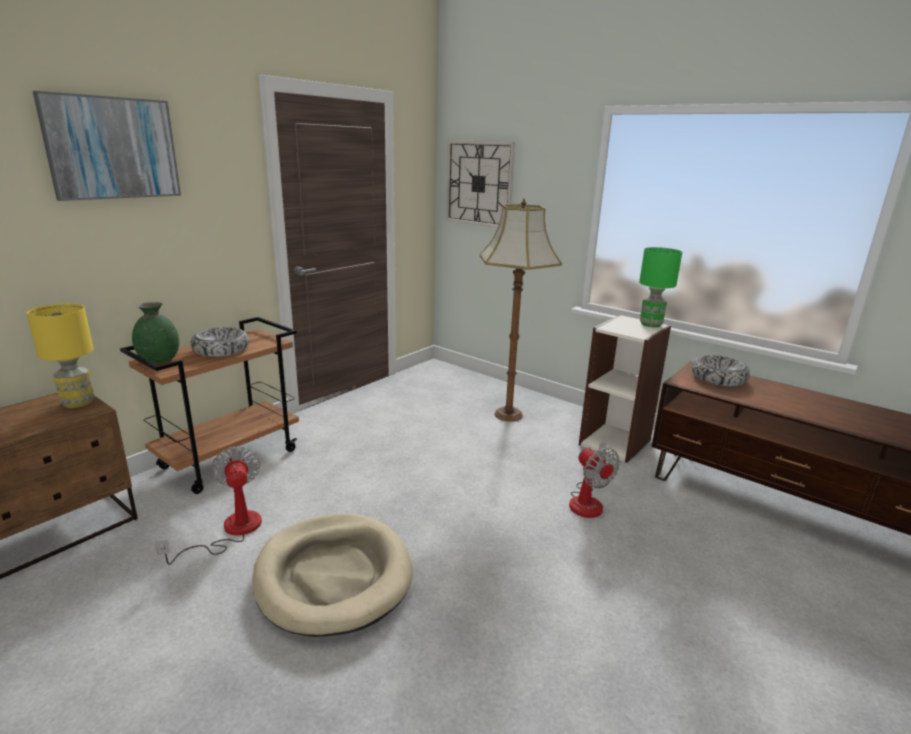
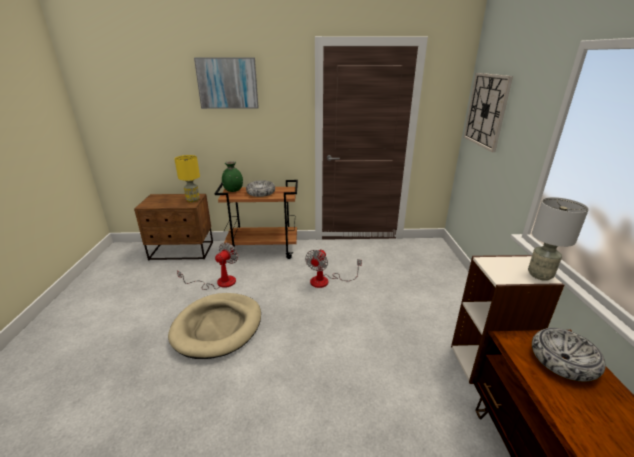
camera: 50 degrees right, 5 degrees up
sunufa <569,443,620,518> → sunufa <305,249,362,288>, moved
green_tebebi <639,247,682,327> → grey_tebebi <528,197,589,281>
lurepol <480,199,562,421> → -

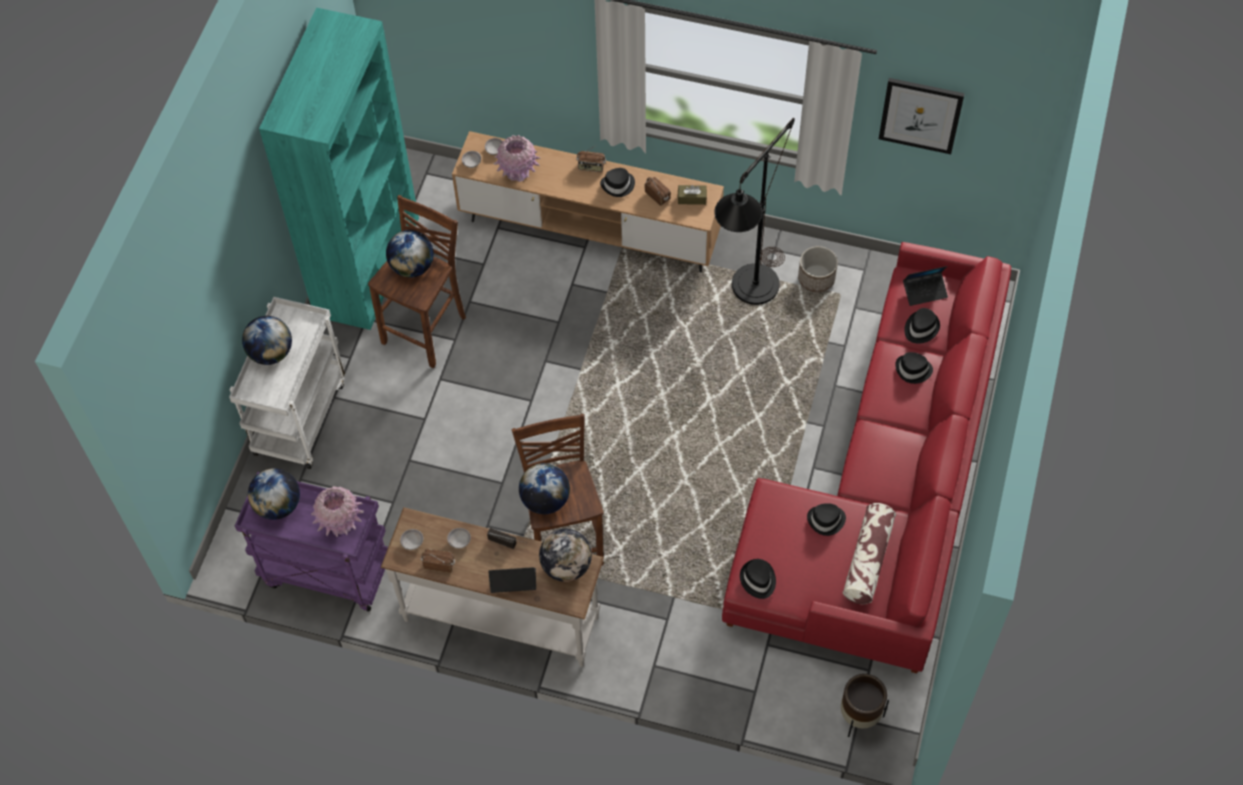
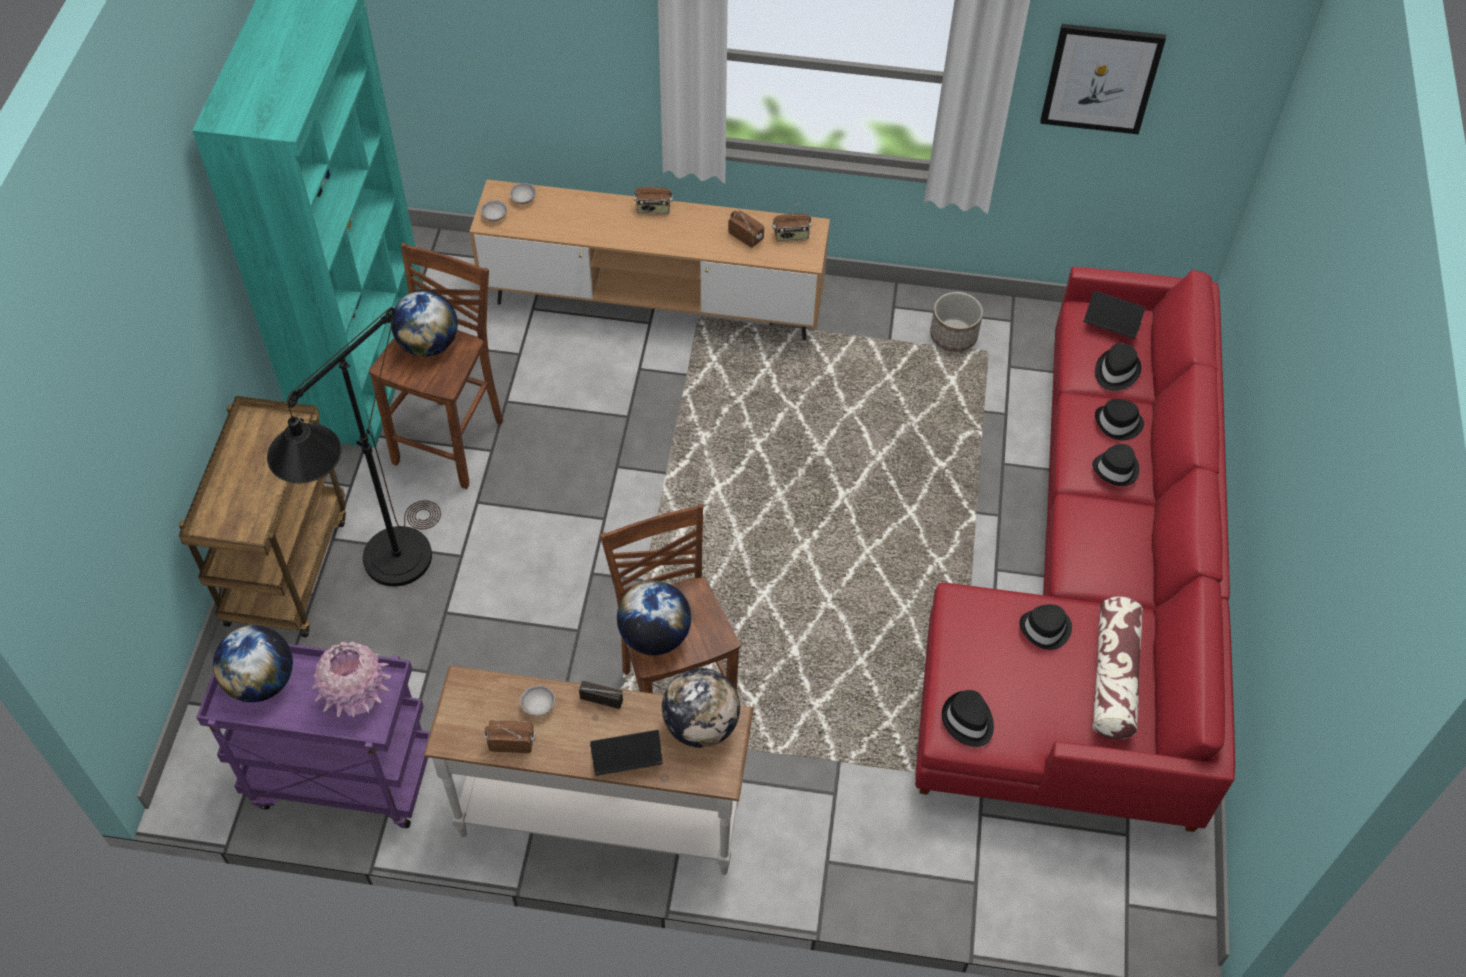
camera: 10 degrees left, 5 degrees down
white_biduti <229,297,345,469> → brown_biduti <179,396,346,637>
black_lurepol <714,118,795,305> → black_lurepol <267,307,441,586>, moved
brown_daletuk <678,185,707,205> → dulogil <772,203,812,242>
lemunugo <903,266,948,306> → lemunugo <1084,291,1145,339>, 135 degrees counterclockwise
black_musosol <600,168,635,197> → black_musosol <1092,444,1139,486>, moved
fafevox <242,316,292,365> → -
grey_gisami <400,529,423,550> → -
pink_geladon <493,135,540,182> → -
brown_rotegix <841,674,889,737> → -

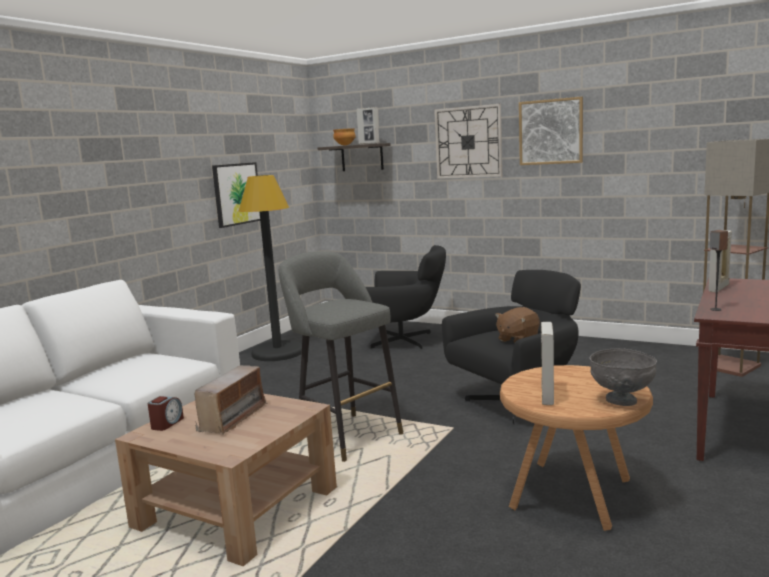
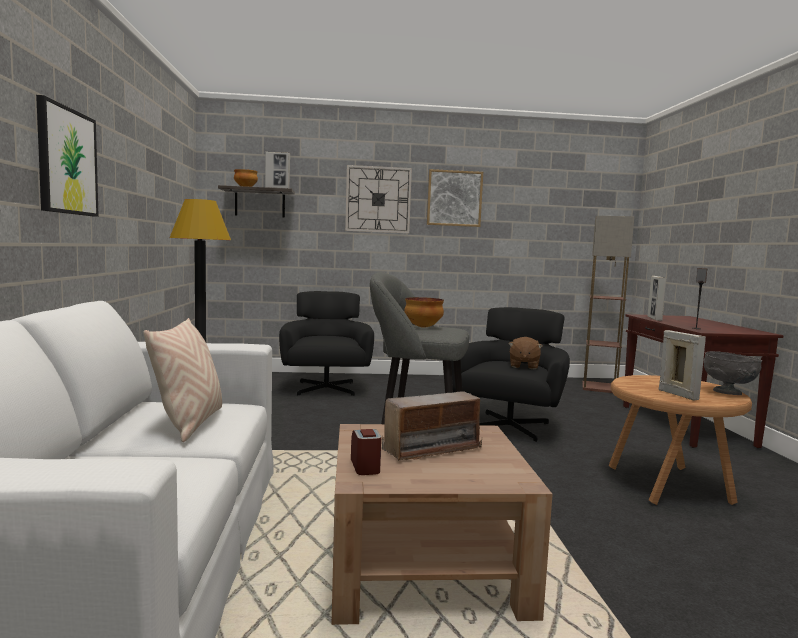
camera: 35 degrees left, 5 degrees down
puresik <212,162,260,228> → puresik <36,95,99,217>, moved
- → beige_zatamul <143,318,222,442>
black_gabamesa <366,245,446,349> → black_gabamesa <279,291,374,396>, 75 degrees counterclockwise
dulogil <195,365,267,434> → dulogil <381,391,482,461>, 75 degrees clockwise
- → gisami <404,297,444,328>

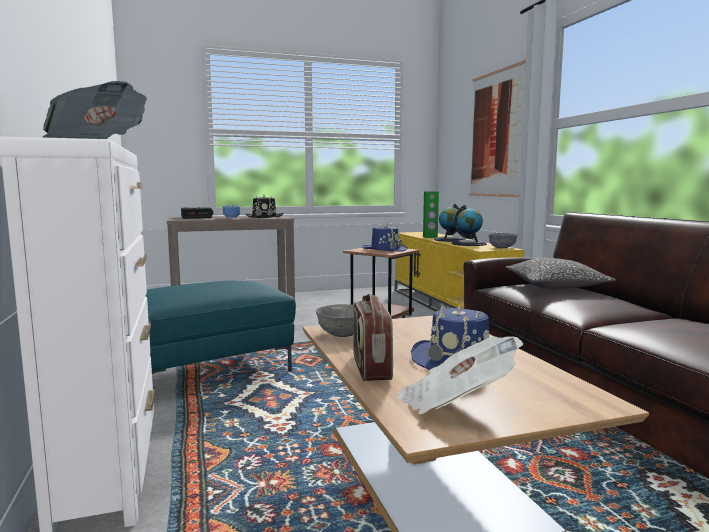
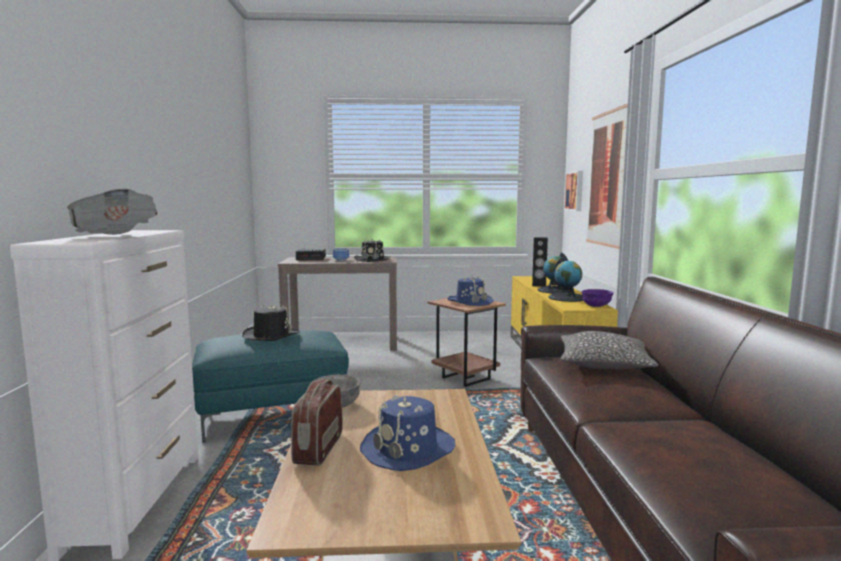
camera: 15 degrees right, 0 degrees up
- → black_musosol <242,302,300,341>
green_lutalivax <423,191,439,238> → black_lutalivax <532,237,548,287>
- → puresik <564,171,583,211>
grey_gisami <488,233,518,248> → purple_gisami <582,289,614,307>
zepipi <397,336,523,414> → -

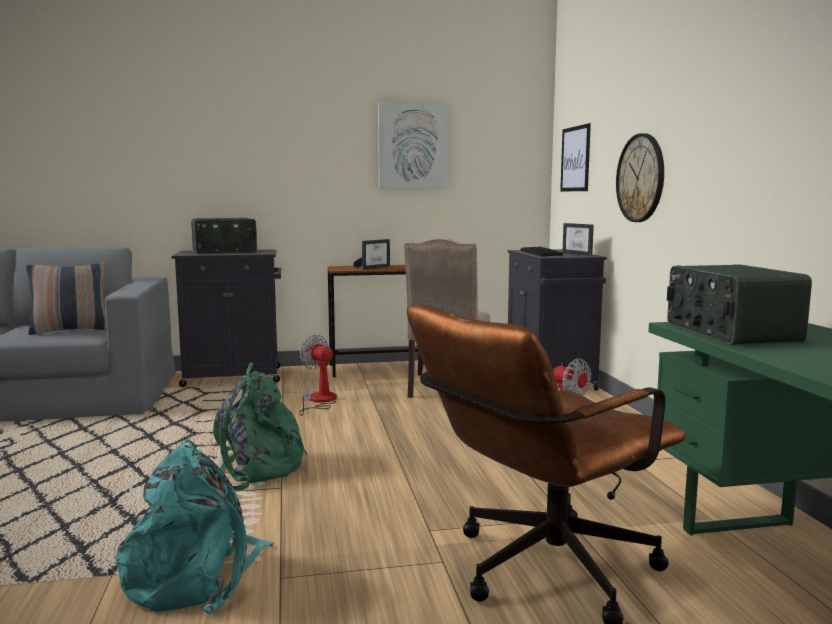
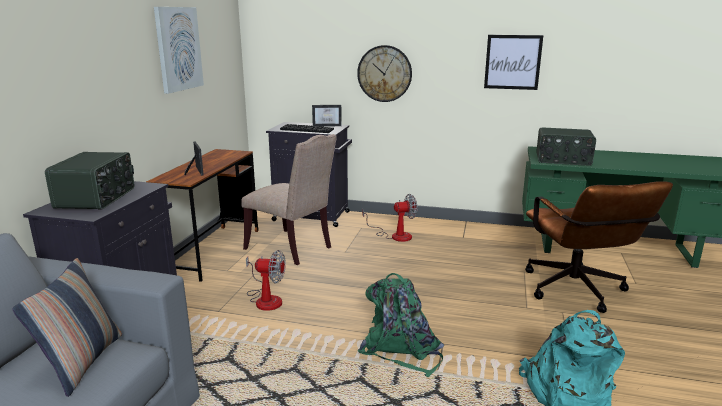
camera: 65 degrees left, 10 degrees up
sunufa <299,334,337,416> → sunufa <246,250,286,311>, 150 degrees counterclockwise
puresik <560,123,591,192> → puresik <484,35,543,90>, moved

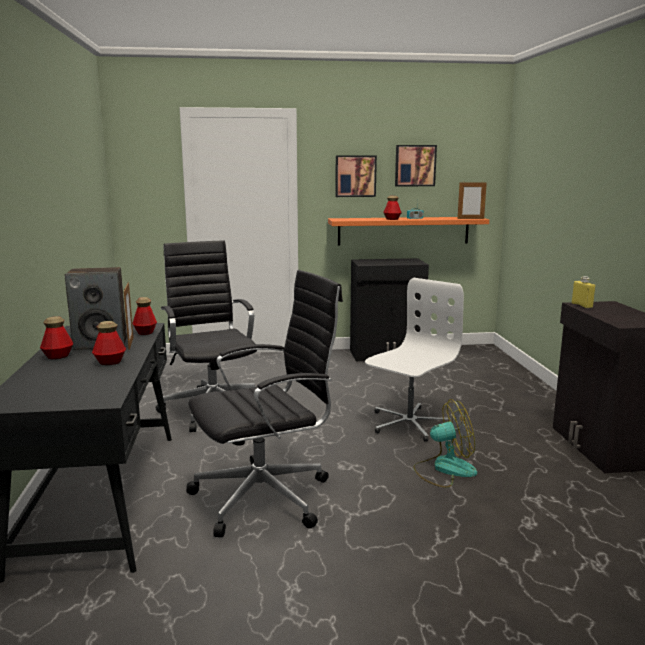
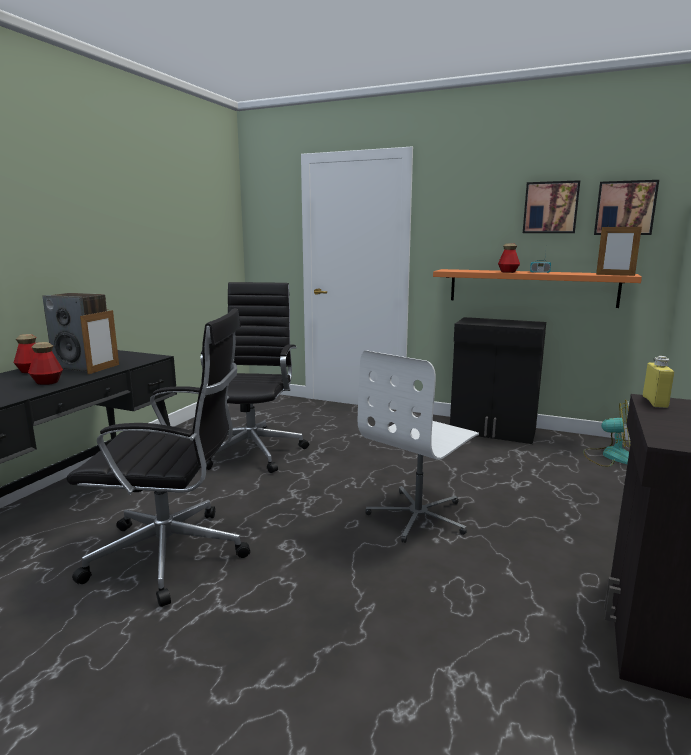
camera: 30 degrees right, 0 degrees up
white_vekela <365,278,464,441> → white_vekela <358,350,479,543>, 150 degrees clockwise
sunufa <413,399,477,488> → sunufa <583,400,630,467>, moved
puresik <335,155,377,197> → puresik <594,180,659,235>, moved
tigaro <132,297,157,335> → -

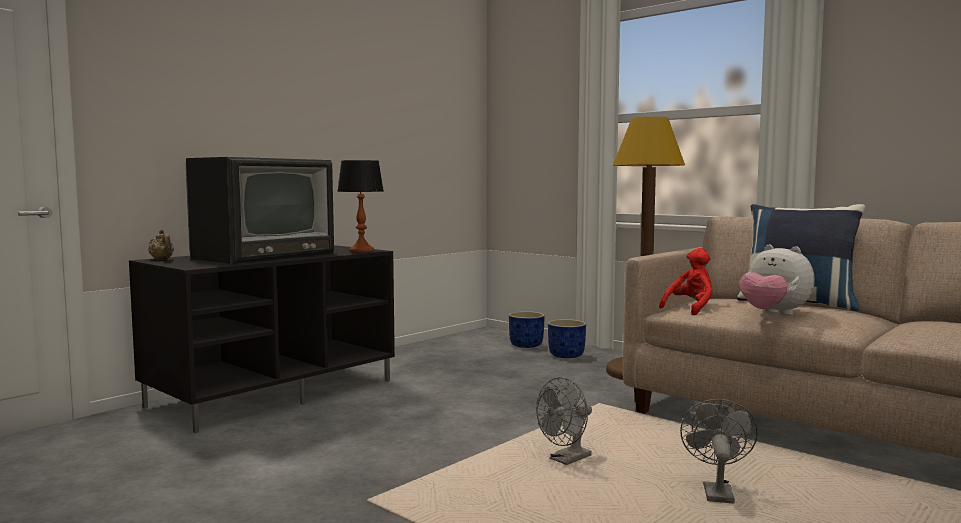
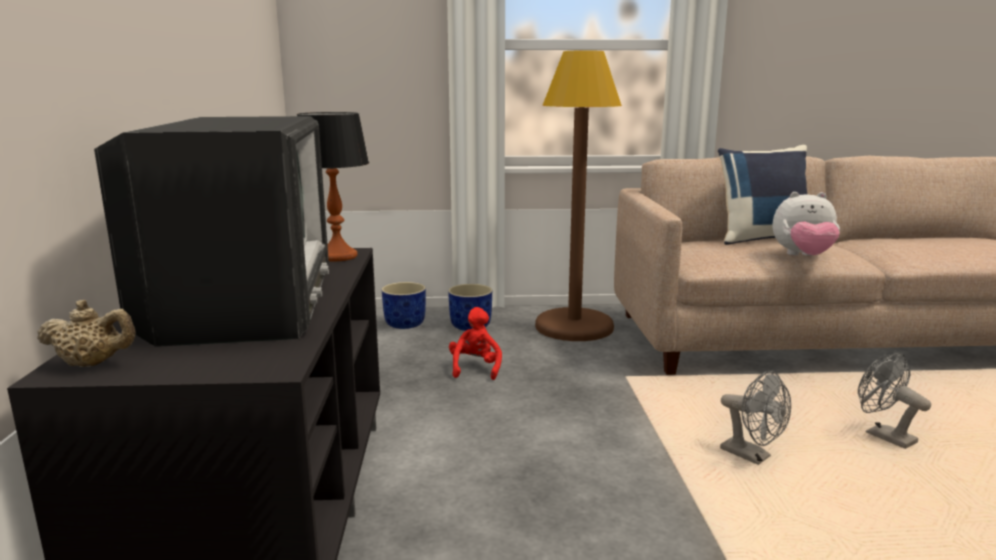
camera: 45 degrees left, 10 degrees up
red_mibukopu <659,248,713,315> → red_mibukopu <449,307,502,380>, moved
grey_sunufa <536,377,592,465> → grey_sunufa <720,371,791,465>, 45 degrees counterclockwise

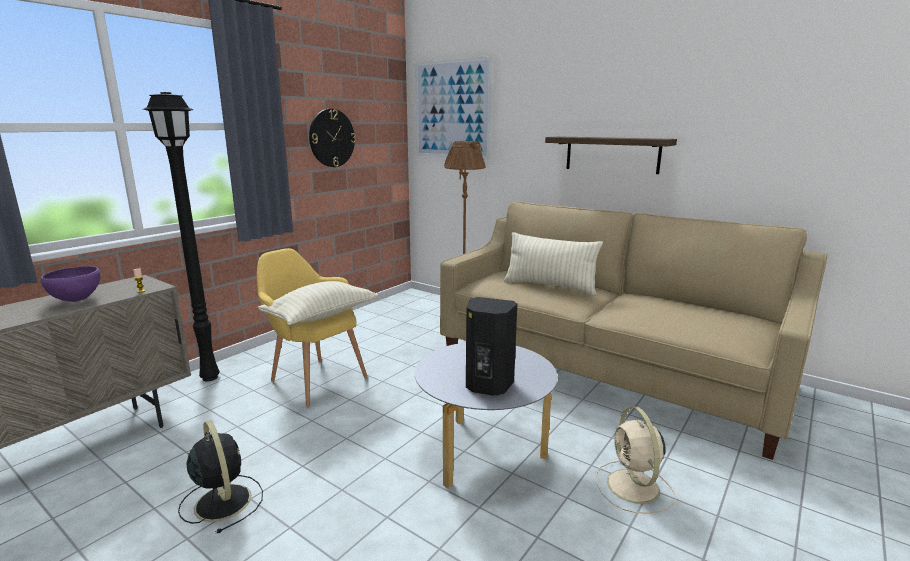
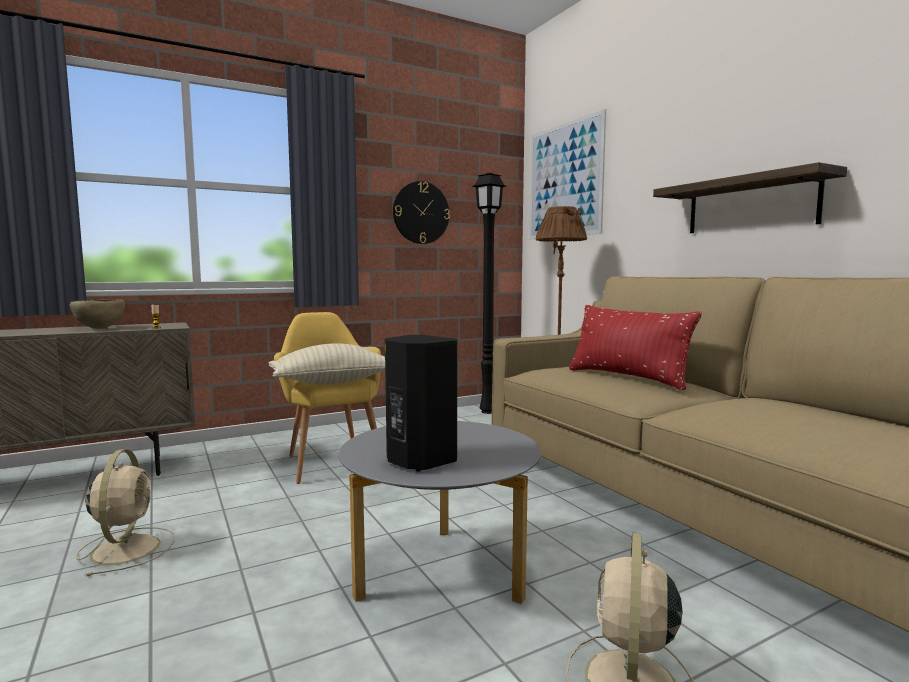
camera: 25 degrees right, 10 degrees down
purple_gisami <40,266,101,302> → brown_gisami <70,299,125,329>
black_sunufa <178,420,263,533> → beige_sunufa <76,449,175,576>
black_lurepol <143,92,220,381> → black_lurepol <472,173,506,414>, moved
beige_zatamul <504,232,603,295> → red_zatamul <569,305,702,390>

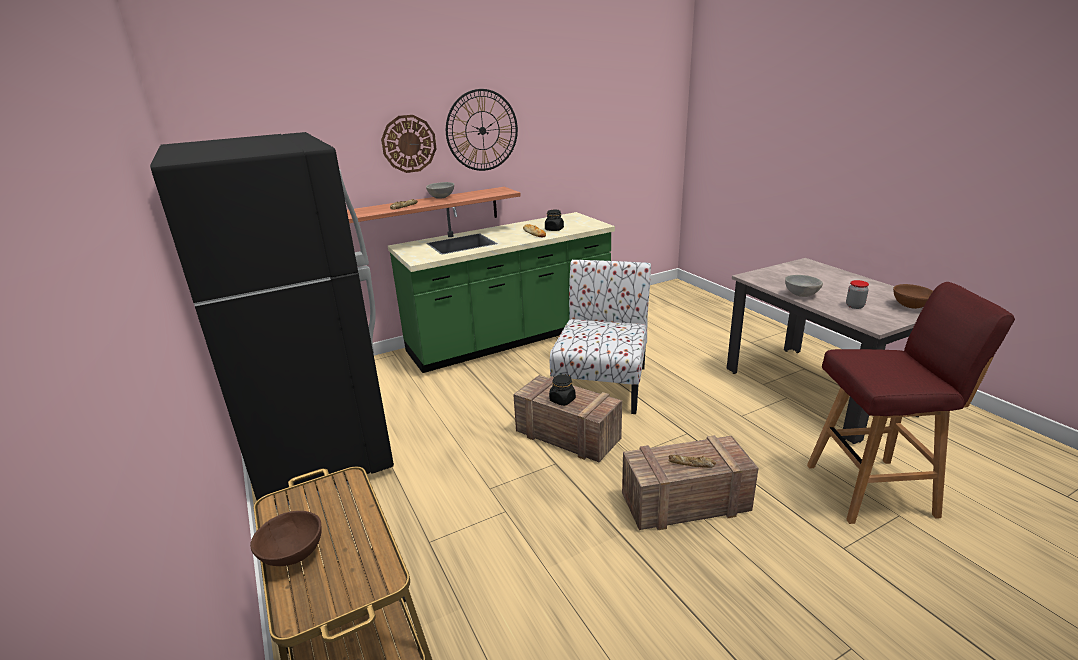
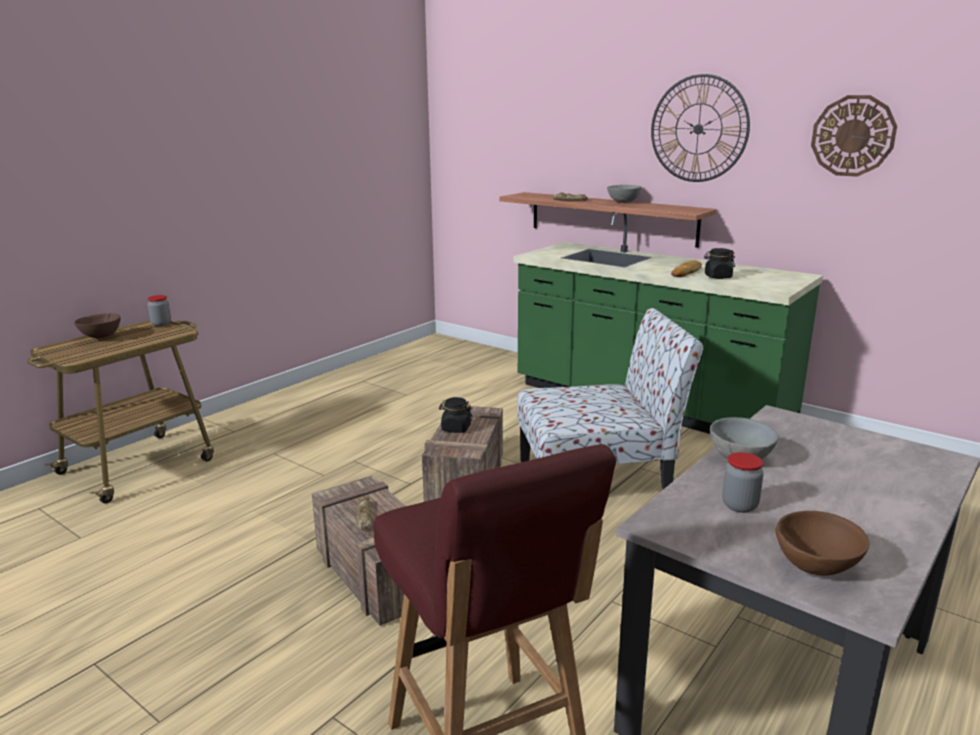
camera: 65 degrees right, 5 degrees down
- → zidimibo <147,295,171,326>
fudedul <381,115,437,173> → fudedul <811,95,897,177>, moved
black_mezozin <150,132,394,509> → -

